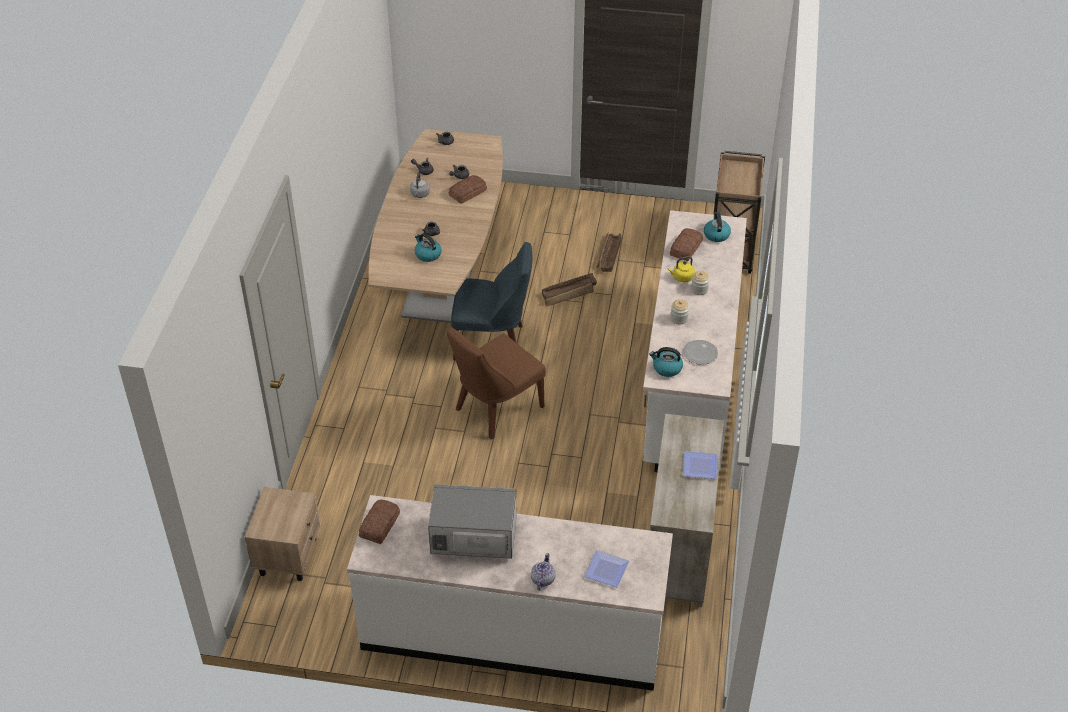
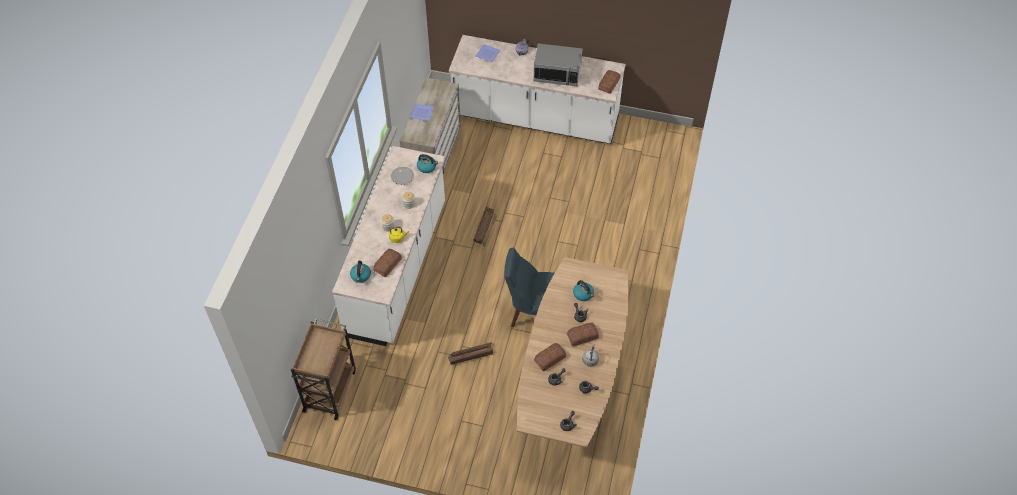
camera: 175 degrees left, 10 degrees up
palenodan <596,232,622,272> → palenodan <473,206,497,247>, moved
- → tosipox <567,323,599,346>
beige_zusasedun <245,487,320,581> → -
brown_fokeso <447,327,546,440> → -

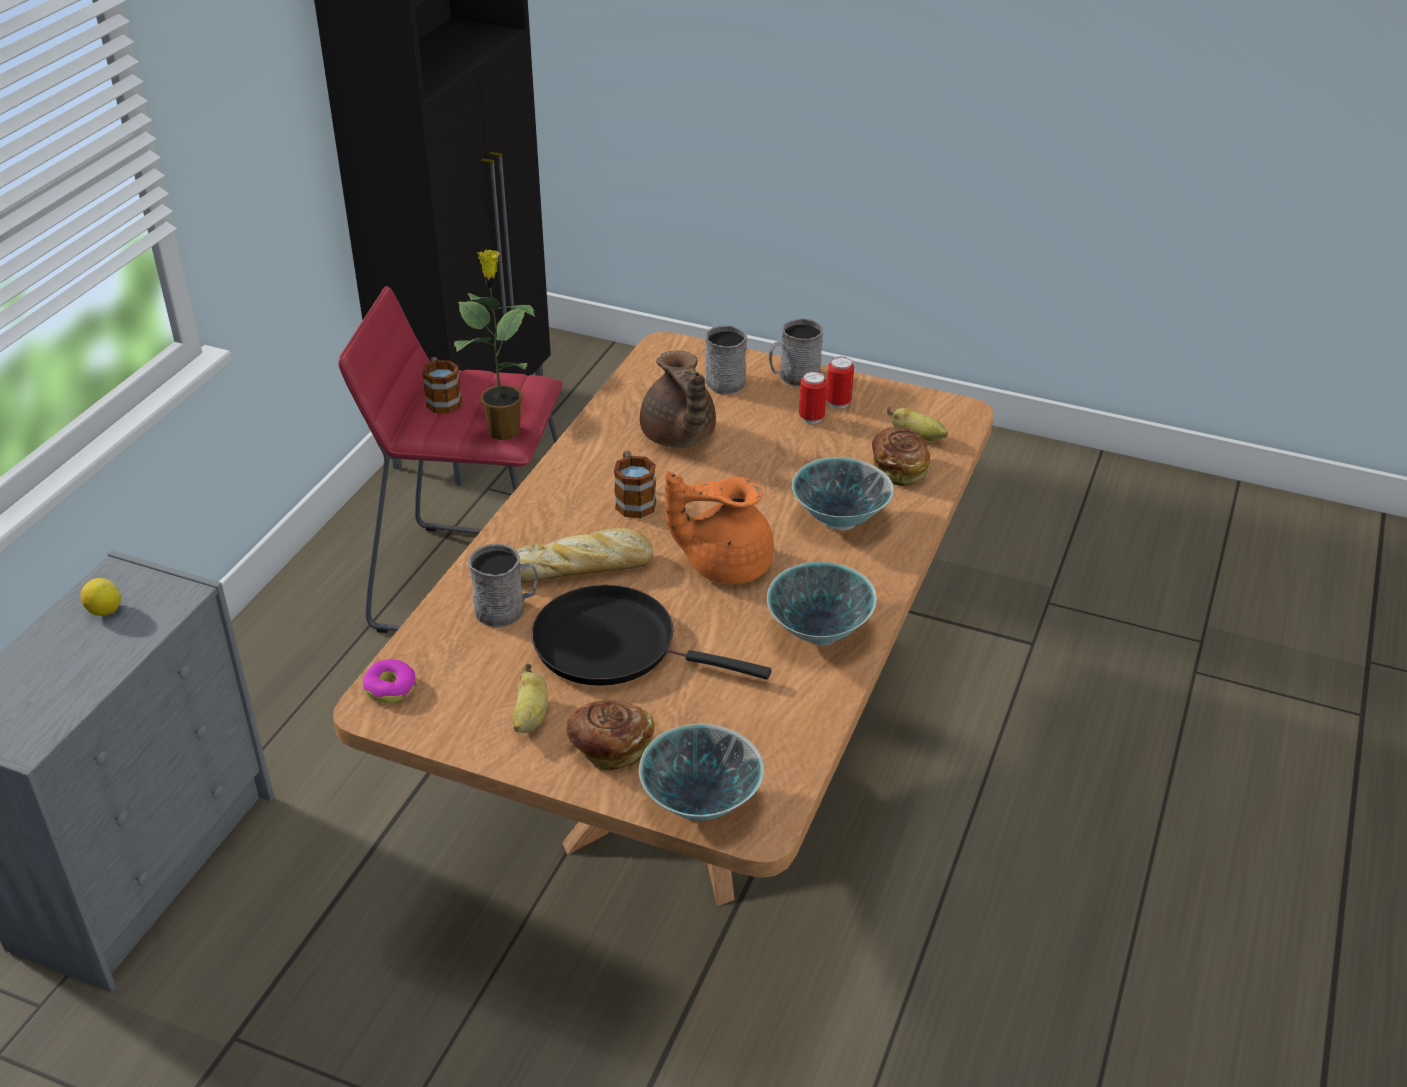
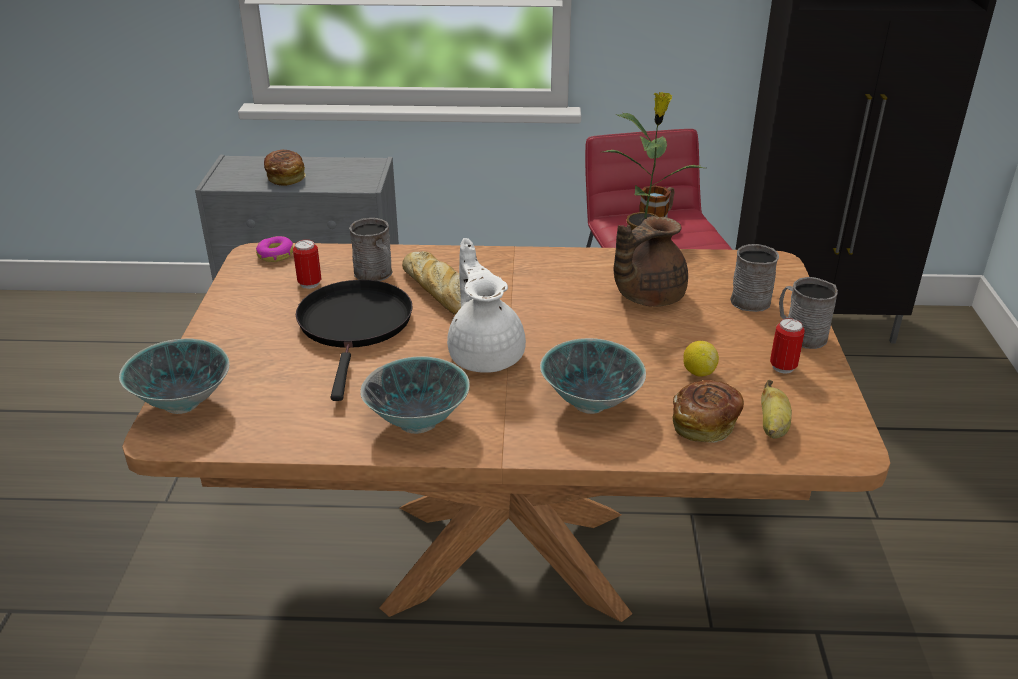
camera: 70 degrees right, 5 degrees down
tosipox <566,700,654,771> → tosipox <264,150,306,186>, moved
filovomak <799,371,827,424> → filovomak <293,239,321,289>, moved
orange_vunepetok <665,471,774,584> → white_vunepetok <447,238,526,373>
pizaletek <81,578,121,615> → pizaletek <684,341,719,377>, moved
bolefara <513,663,548,733> → -
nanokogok <614,450,656,518> → -

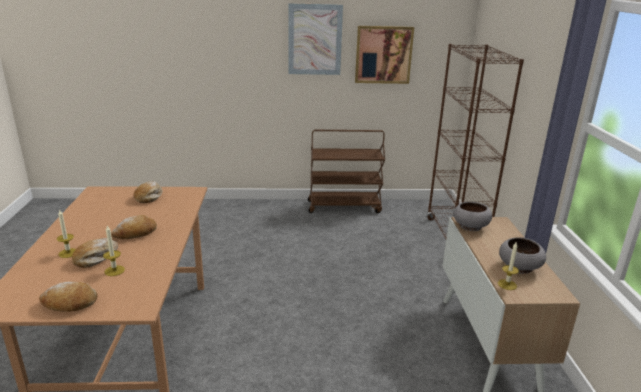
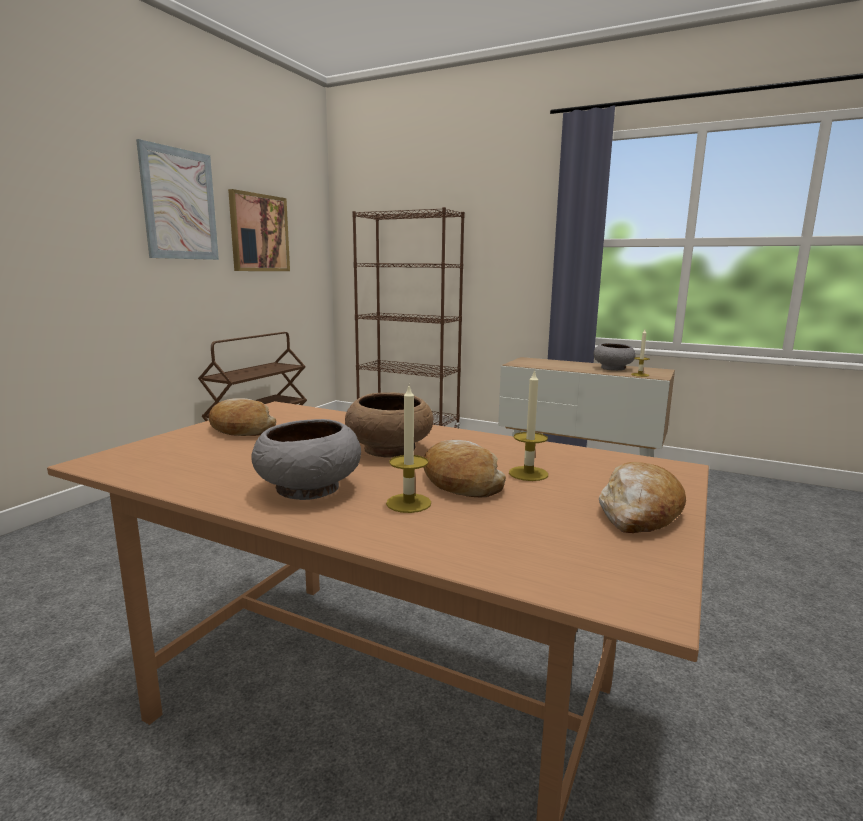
camera: 60 degrees left, 10 degrees down
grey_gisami <453,202,492,231> → grey_gisami <251,419,361,500>, moved
tosipox <111,215,157,239> → brown_gisami <345,393,433,458>

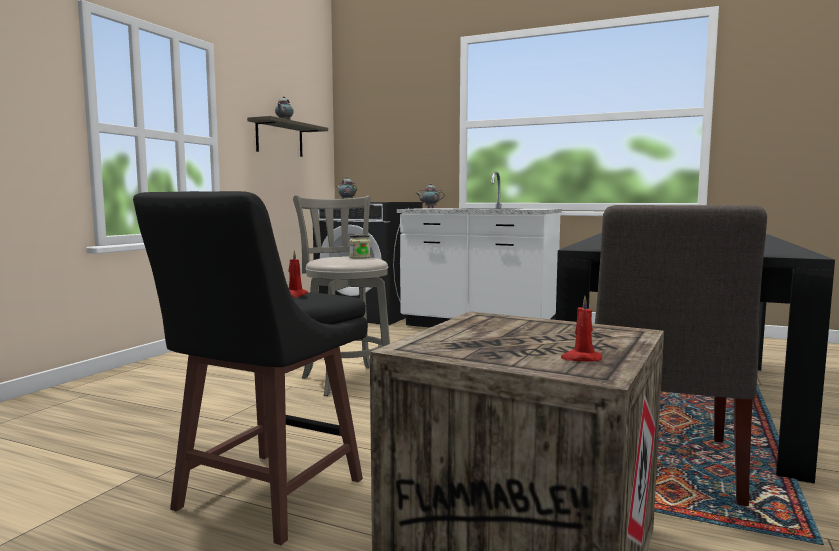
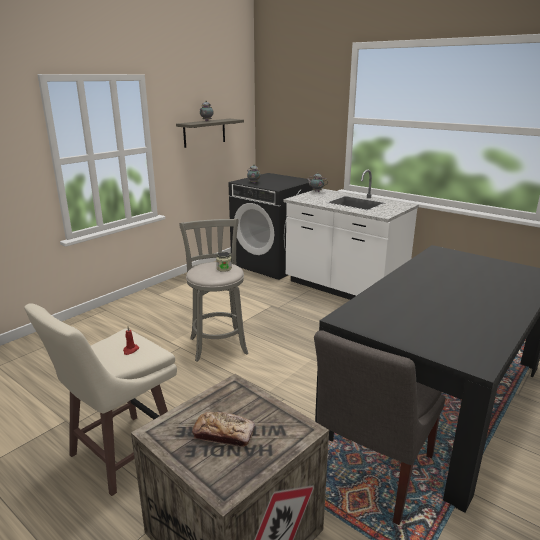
camera: 15 degrees right, 15 degrees up
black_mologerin <133,191,368,545> → beige_mologerin <24,303,177,496>
- → tosipox <192,412,255,447>
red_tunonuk <561,296,602,361> → -

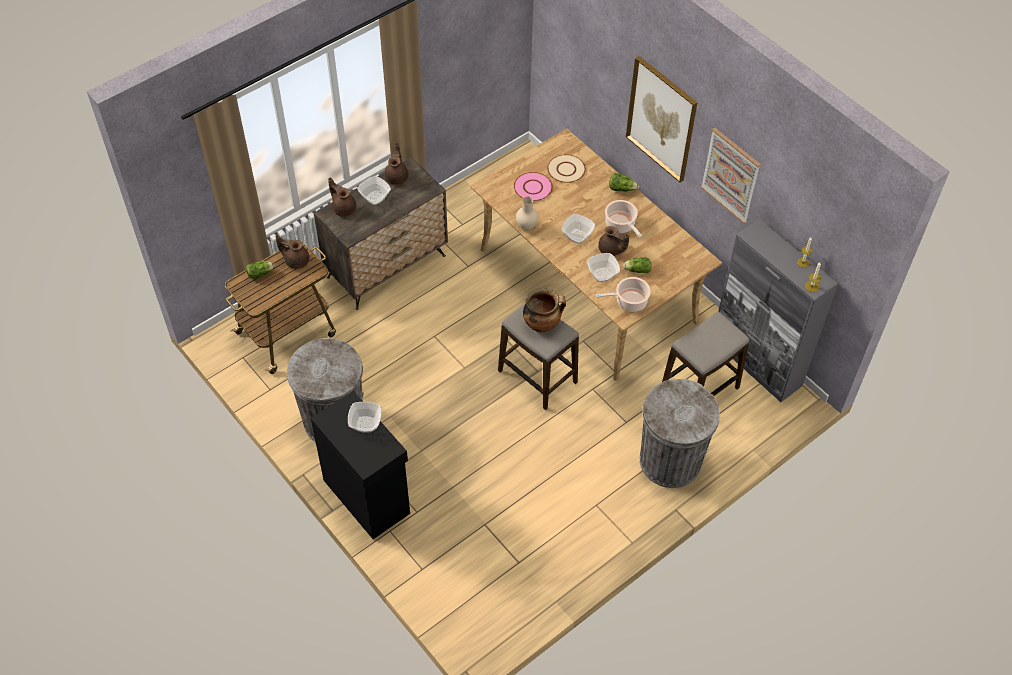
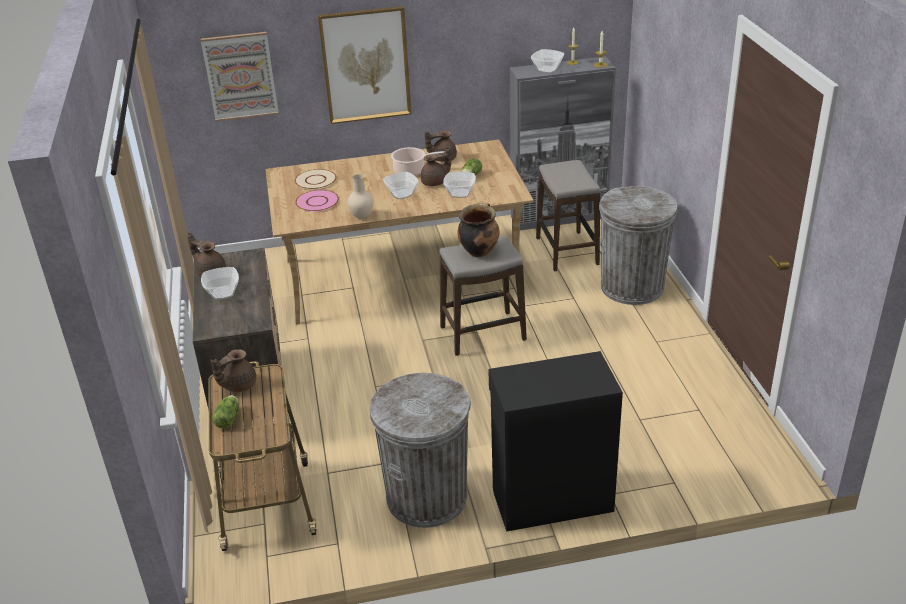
camera: 60 degrees left, 20 degrees down
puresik <701,127,761,224> → puresik <201,32,279,121>, moved
brown_vunepetok <328,178,356,217> → brown_vunepetok <425,130,457,162>, moved
gisami <348,402,381,433> → gisami <531,49,564,73>, moved
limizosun <596,277,651,312> → -
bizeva <609,173,639,192> → -

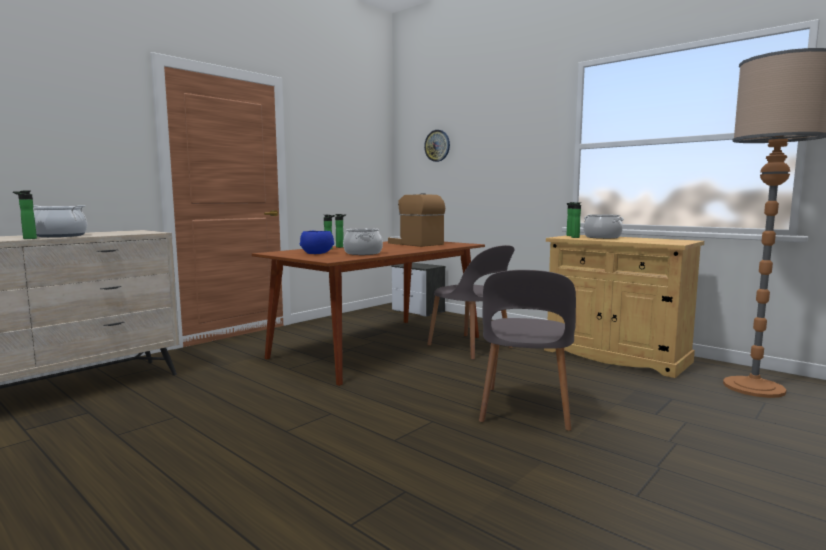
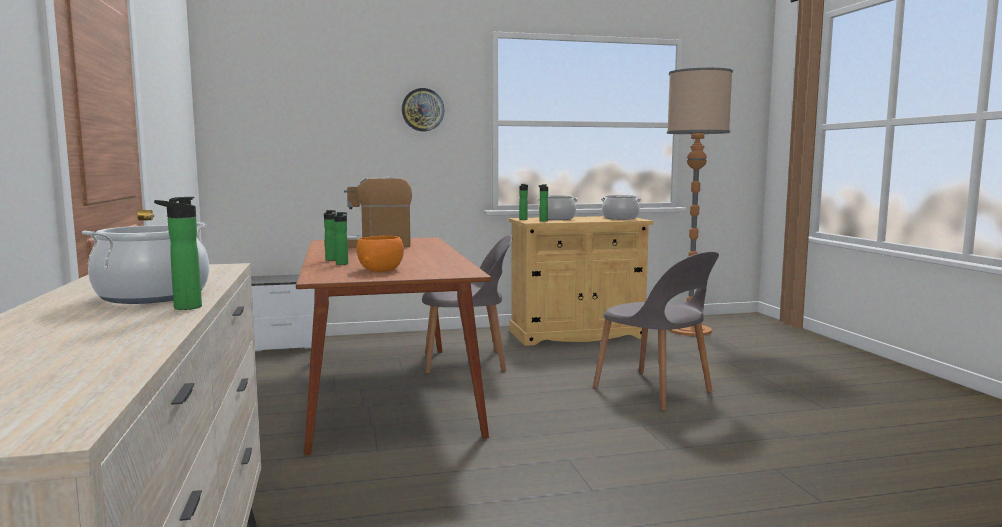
camera: 55 degrees left, 0 degrees up
blue_gisami <300,231,334,254> → orange_gisami <356,236,404,272>
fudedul <424,130,450,162> → fudedul <402,88,444,131>, moved
limizosun <343,228,383,255> → limizosun <601,195,642,220>, moved

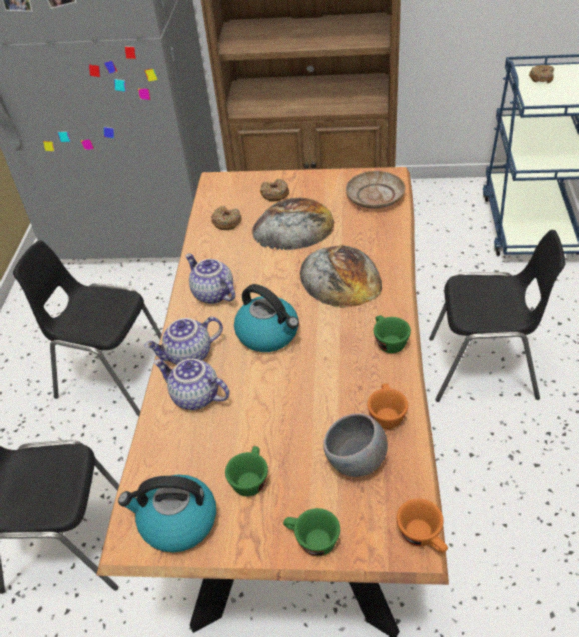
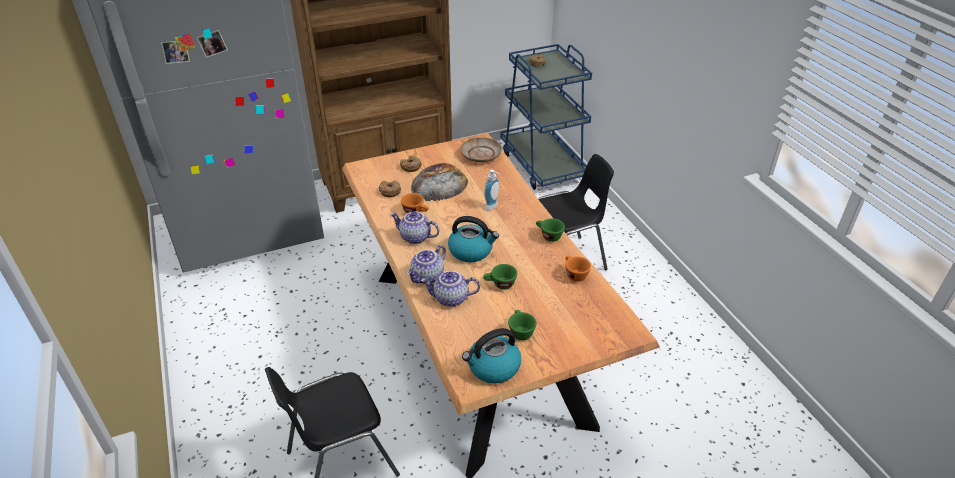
camera: 30 degrees left, 5 degrees down
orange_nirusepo <397,498,448,553> → orange_nirusepo <401,193,429,213>, moved
green_nirusepo <283,508,340,556> → green_nirusepo <483,264,517,290>, moved
tosipox <300,245,382,308> → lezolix <484,170,500,211>
black_fokeso <13,240,161,417> → -
grey_gisami <323,413,388,477> → -

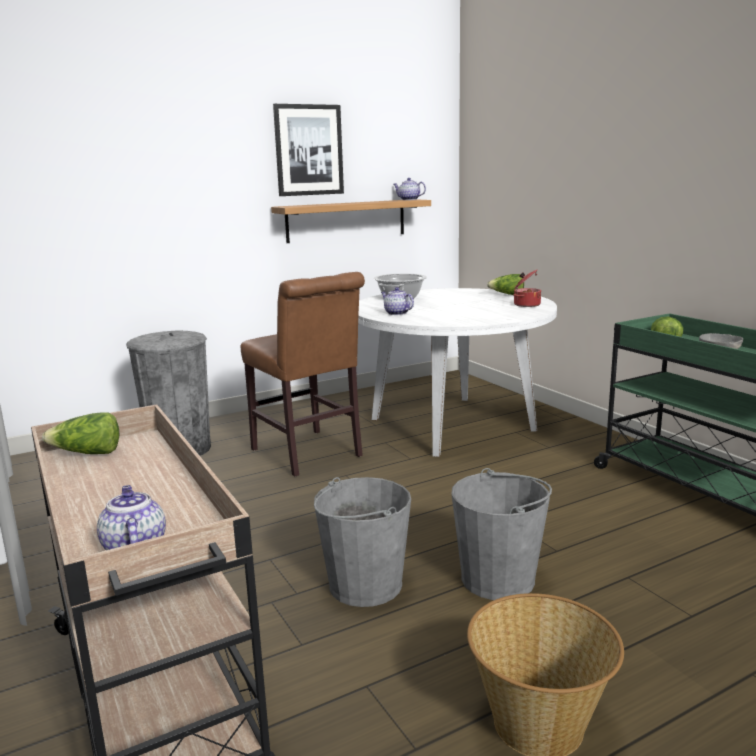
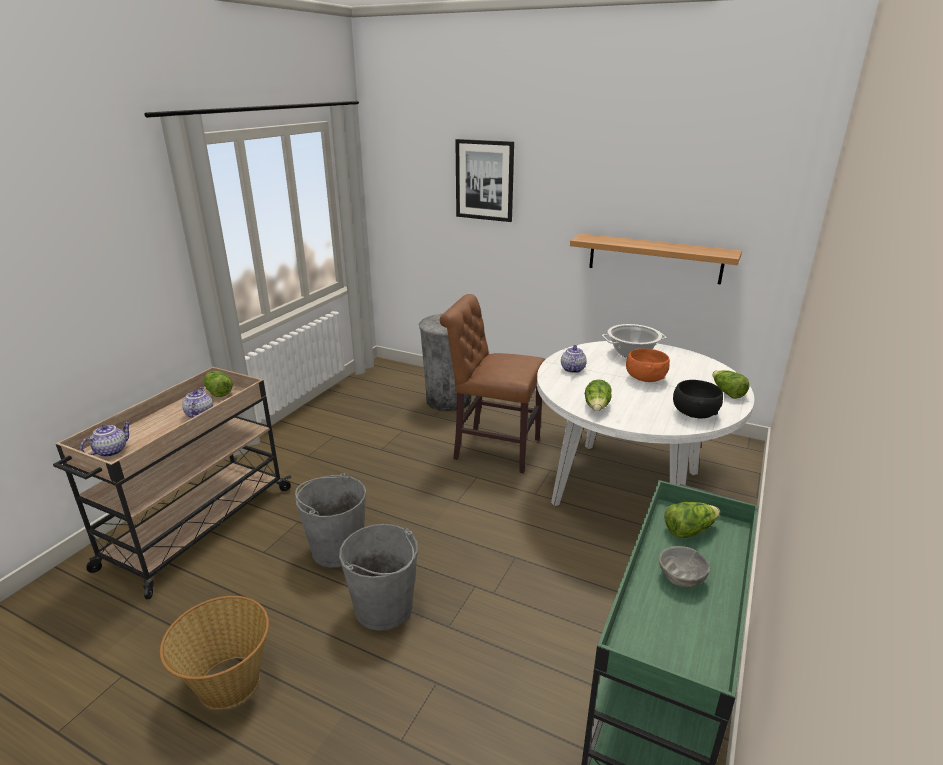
camera: 55 degrees right, 10 degrees up
vunepetok <393,178,426,200> → vunepetok <182,387,213,418>, moved
brown_fokeso <240,272,365,477> → brown_fokeso <440,294,546,474>, 90 degrees clockwise
puresik <273,104,344,196> → puresik <455,139,514,222>, moved
- → bizeva <585,379,612,411>
- → orange_gisami <626,348,670,382>
limizosun <513,270,541,307> → black_gisami <673,380,723,419>

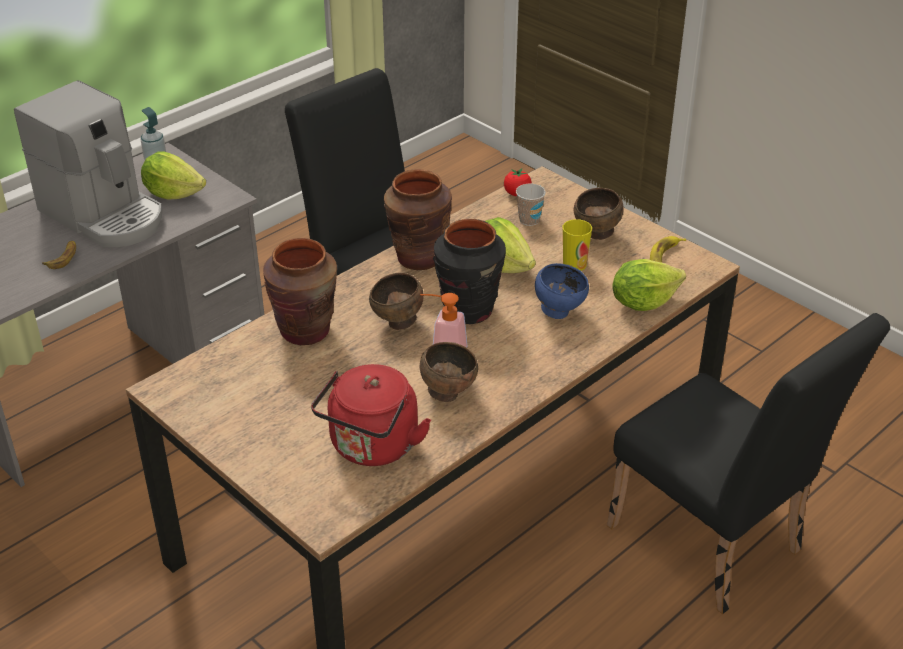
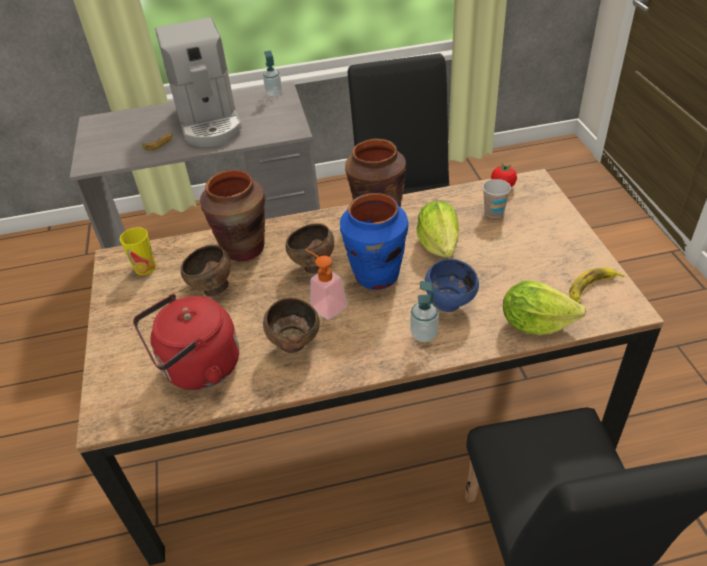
camera: 35 degrees right, 5 degrees up
nirusepo <563,219,592,271> → nirusepo <120,227,156,275>, moved
brown_gisami <574,188,624,240> → brown_gisami <181,245,231,297>, moved
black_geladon <433,219,506,324> → blue_geladon <340,193,409,290>
- → lezolix <410,281,439,342>
bizeva <141,151,206,199> → -

